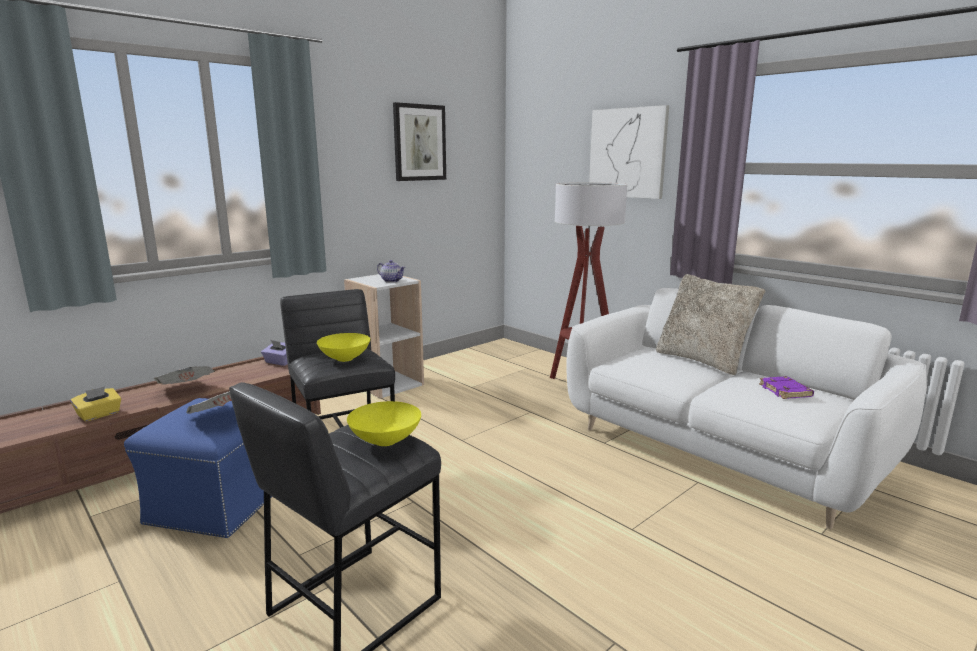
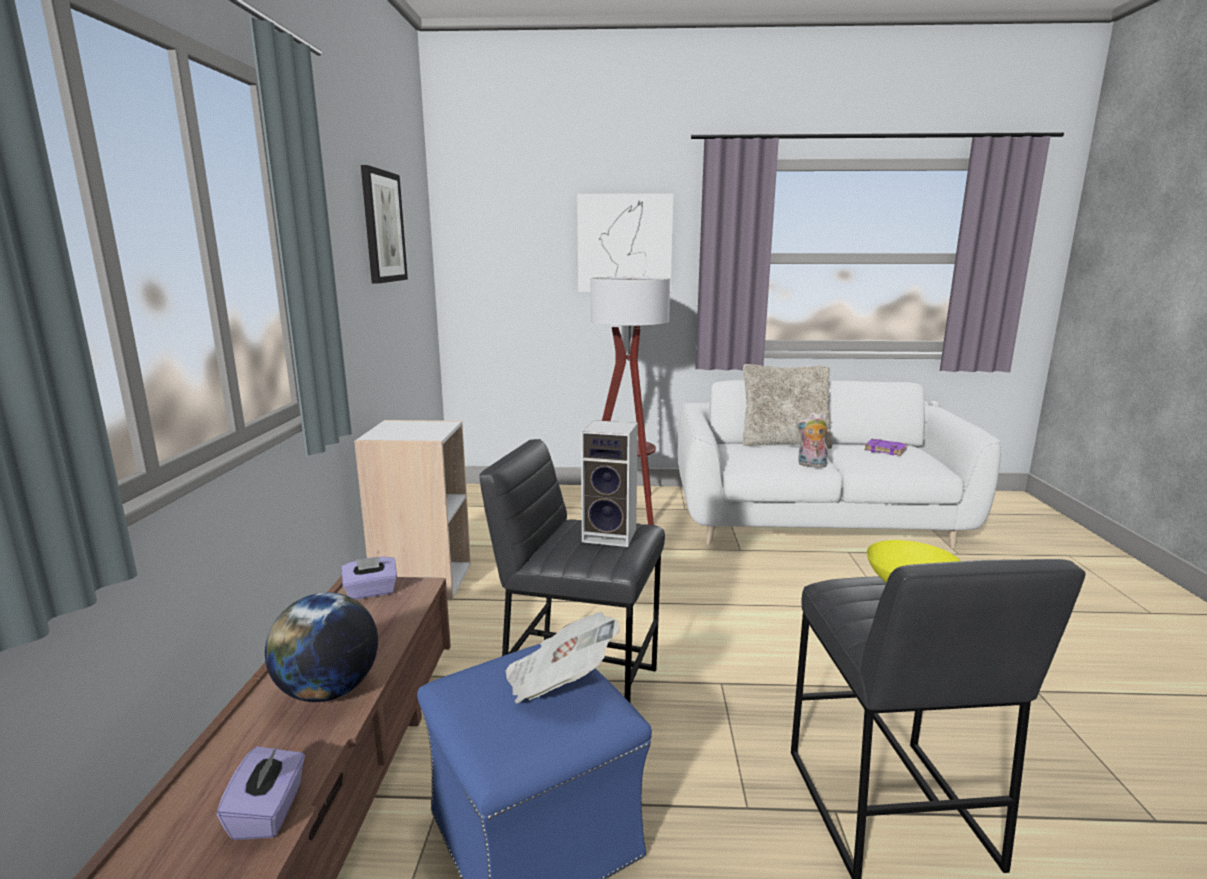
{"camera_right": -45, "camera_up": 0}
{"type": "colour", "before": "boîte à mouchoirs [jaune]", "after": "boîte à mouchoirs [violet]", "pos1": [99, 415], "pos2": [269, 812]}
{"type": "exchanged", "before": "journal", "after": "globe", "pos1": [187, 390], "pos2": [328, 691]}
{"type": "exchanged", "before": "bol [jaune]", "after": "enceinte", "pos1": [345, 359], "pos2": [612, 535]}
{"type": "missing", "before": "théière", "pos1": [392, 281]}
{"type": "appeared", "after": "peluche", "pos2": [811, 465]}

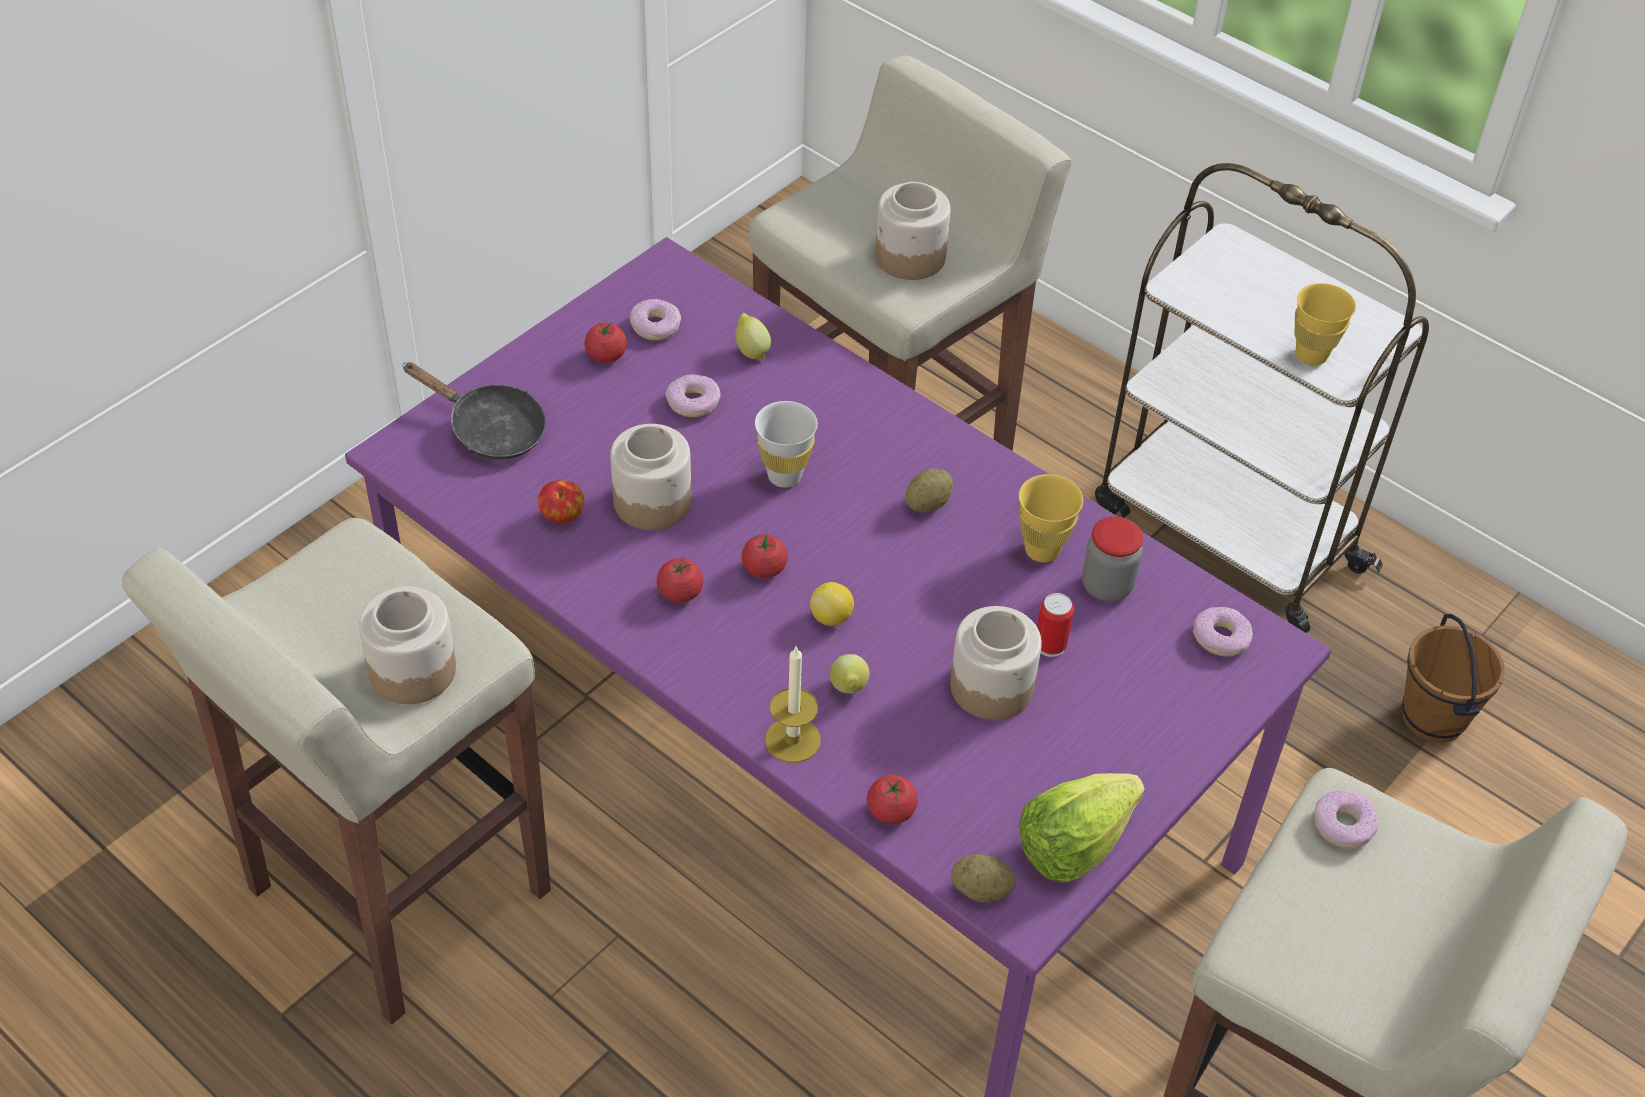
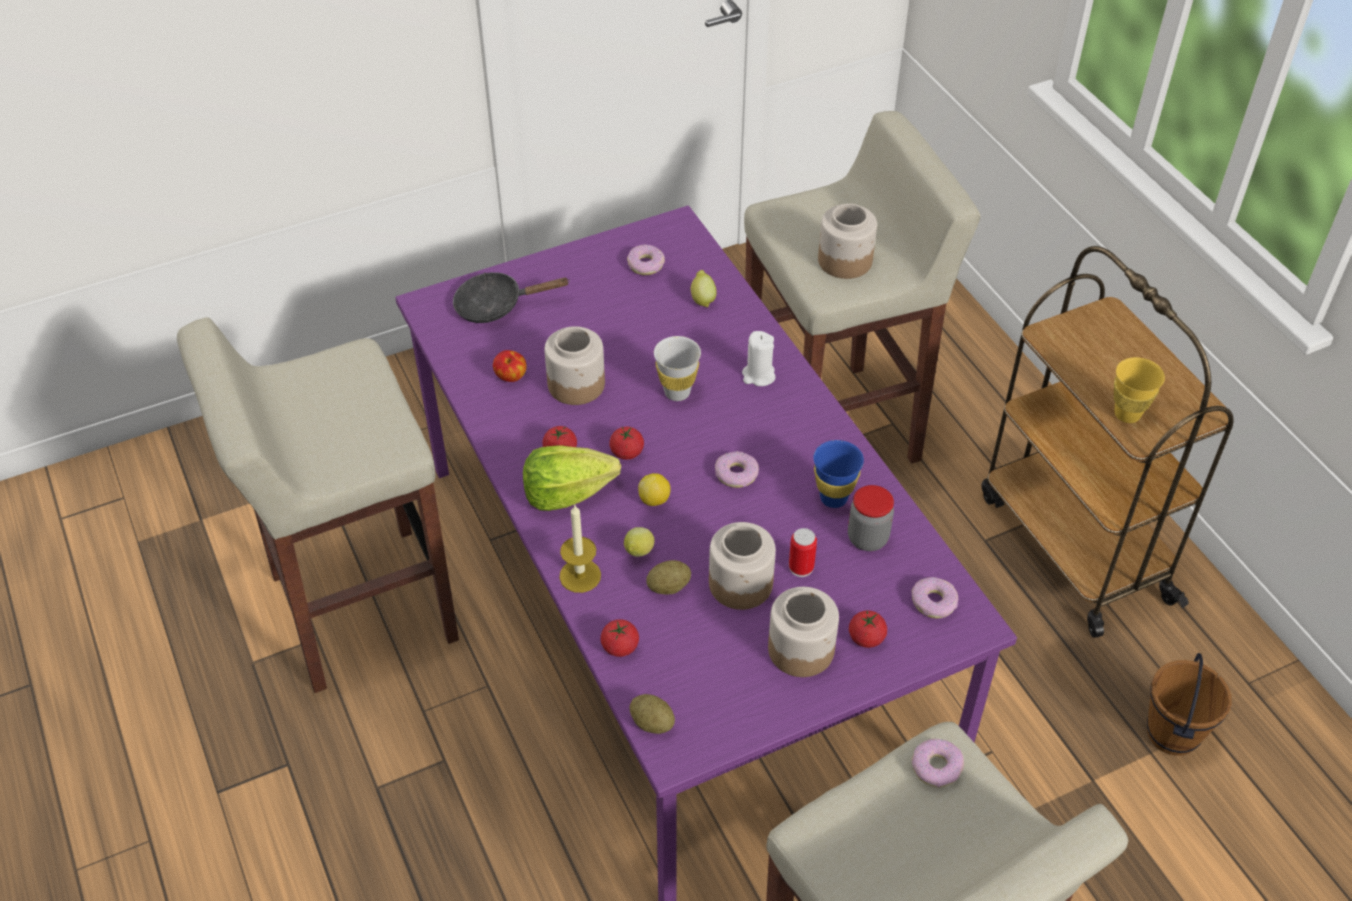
{"camera_right": 25, "camera_up": 0}
{"type": "relocated", "before": "bocal", "pos1": [413, 670], "pos2": [801, 649]}
{"type": "spun", "before": "poêle [noir]", "pos1": [489, 429], "pos2": [496, 305], "turn": 120}
{"type": "relocated", "before": "tomate", "pos1": [606, 355], "pos2": [866, 638]}
{"type": "relocated", "before": "beignet", "pos1": [693, 402], "pos2": [736, 474]}
{"type": "relocated", "before": "pomme de terre", "pos1": [928, 503], "pos2": [668, 587]}
{"type": "colour", "before": "tasse [jaune]", "after": "tasse [bleu]", "pos1": [1042, 550], "pos2": [833, 498]}
{"type": "relocated", "before": "laitue", "pos1": [1073, 844], "pos2": [567, 493]}
{"type": "colour", "before": "chariot [blanc]", "after": "chariot [marron]", "pos1": [1225, 536], "pos2": [1073, 545]}
{"type": "appeared", "after": "bougie [blanc]", "pos2": [758, 375]}

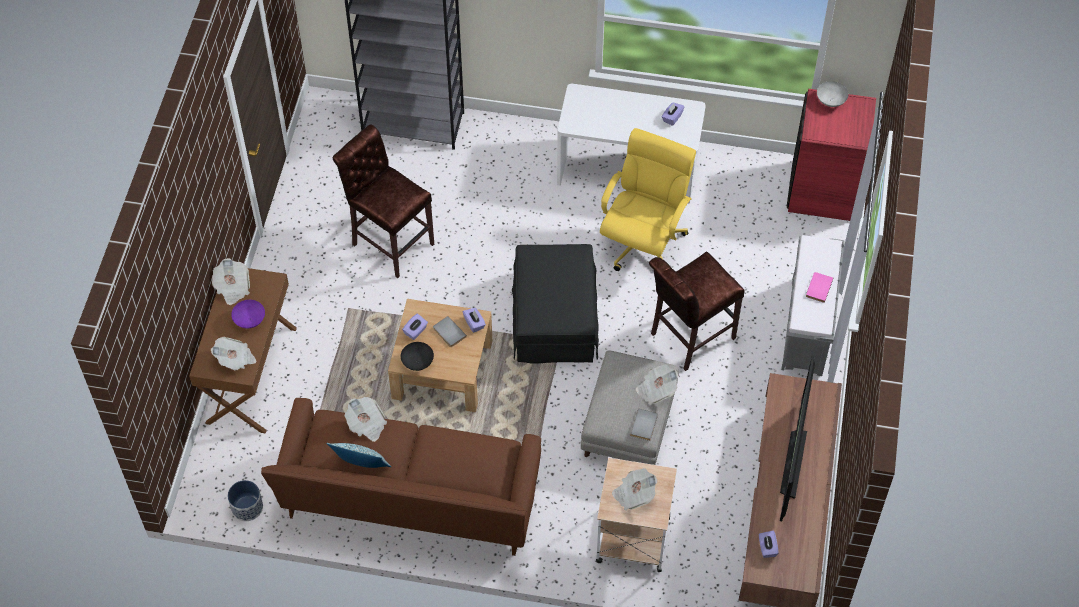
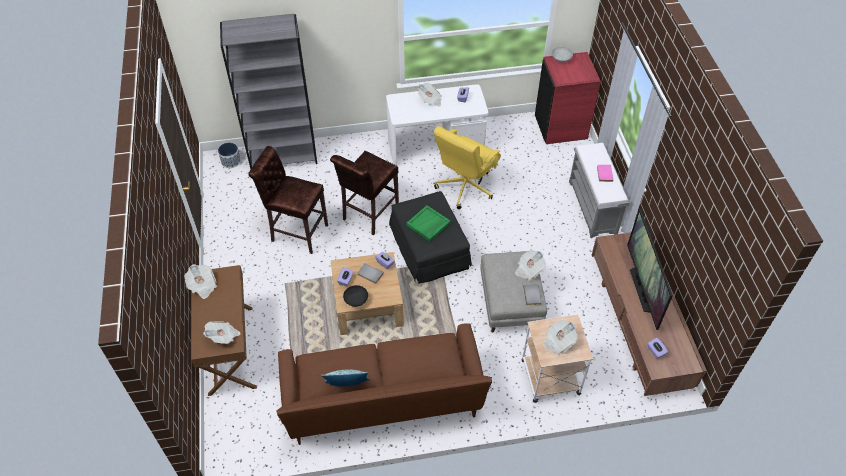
{"camera_right": -20, "camera_up": -5}
{"type": "relocated", "before": "cache-pot", "pos1": [247, 507], "pos2": [231, 161]}
{"type": "missing", "before": "bol [violet]", "pos1": [250, 320]}
{"type": "relocated", "before": "journal", "pos1": [366, 424], "pos2": [430, 100]}
{"type": "spun", "before": "chaise de bureau [jaune]", "pos1": [643, 242], "pos2": [465, 186], "turn": -150}
{"type": "relocated", "before": "tabouret [marron]", "pos1": [688, 338], "pos2": [368, 215]}
{"type": "appeared", "after": "plateau [vert]", "pos2": [428, 224]}

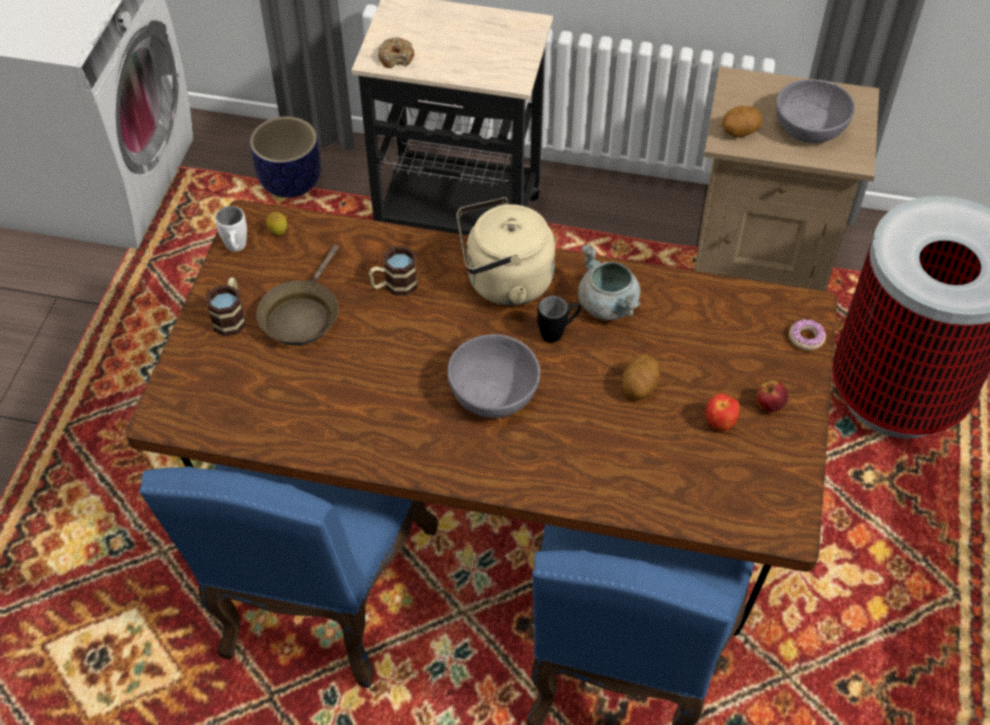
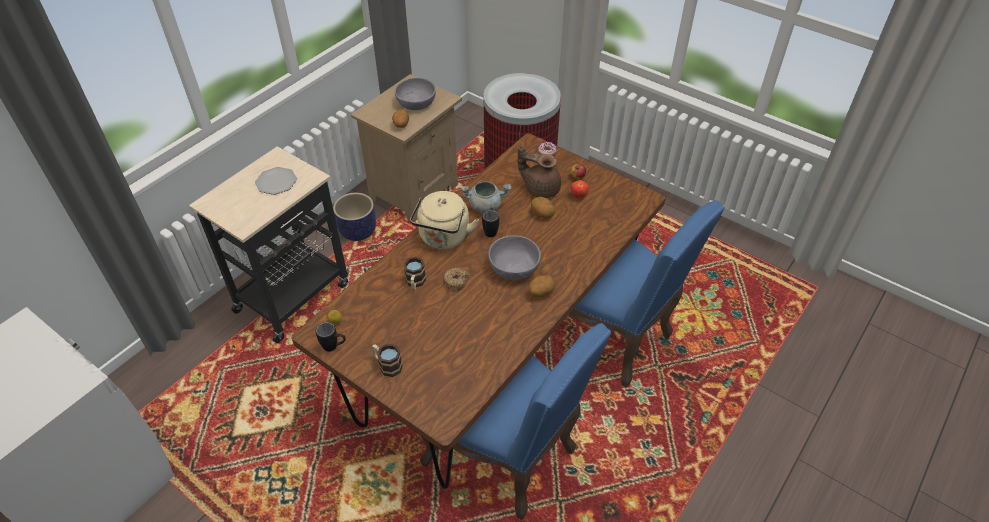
{"camera_right": -65, "camera_up": -5}
{"type": "colour", "before": "mug [blanc]", "after": "mug [noir]", "pos1": [236, 249], "pos2": [334, 347]}
{"type": "relocated", "before": "cache-pot", "pos1": [291, 182], "pos2": [358, 231]}
{"type": "missing", "before": "poêle [marron]", "pos1": [301, 315]}
{"type": "relocated", "before": "beignet", "pos1": [396, 58], "pos2": [455, 281]}
{"type": "appeared", "after": "assiette", "pos2": [276, 182]}
{"type": "appeared", "after": "théière [marron]", "pos2": [540, 188]}
{"type": "appeared", "after": "pomme de terre", "pos2": [541, 292]}

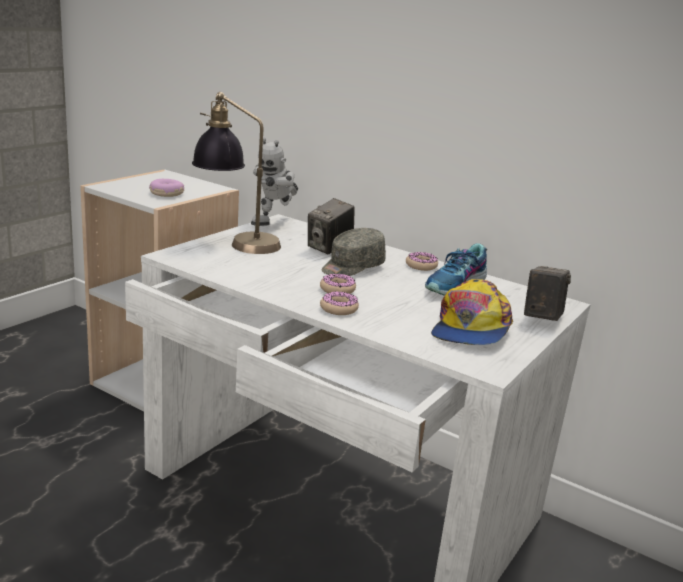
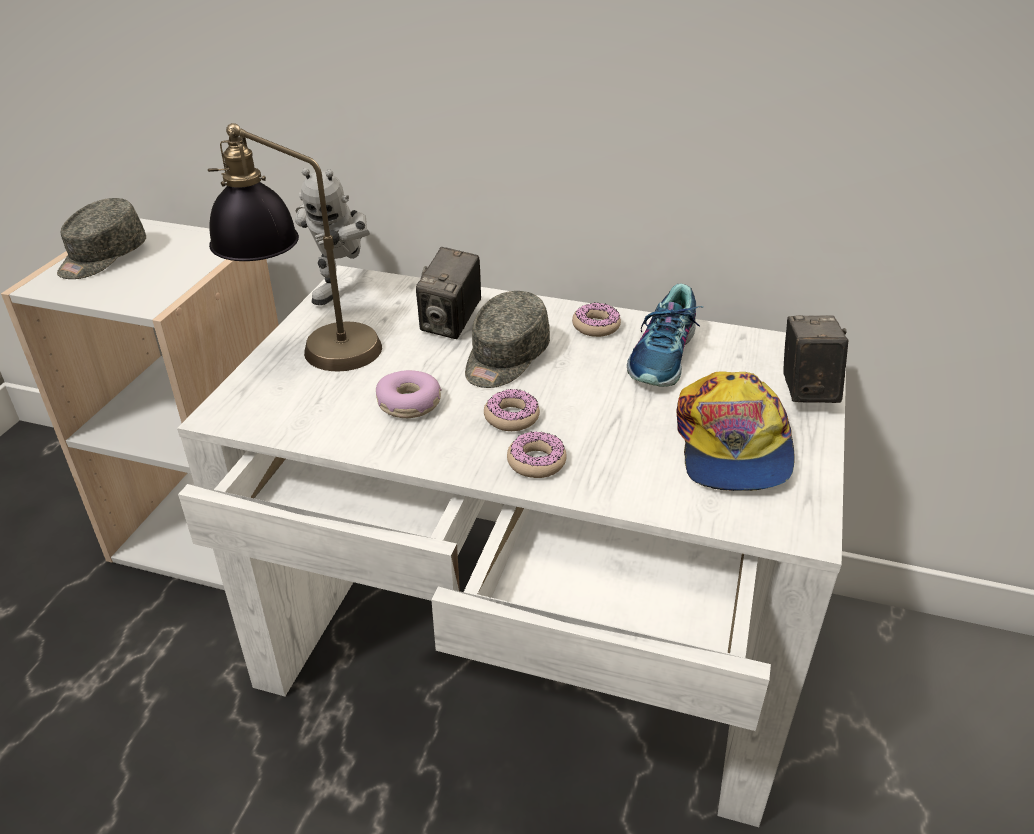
{"camera_right": -15, "camera_up": 15}
{"type": "relocated", "before": "beignet", "pos1": [167, 194], "pos2": [409, 404]}
{"type": "appeared", "after": "casquette [gris]", "pos2": [102, 258]}

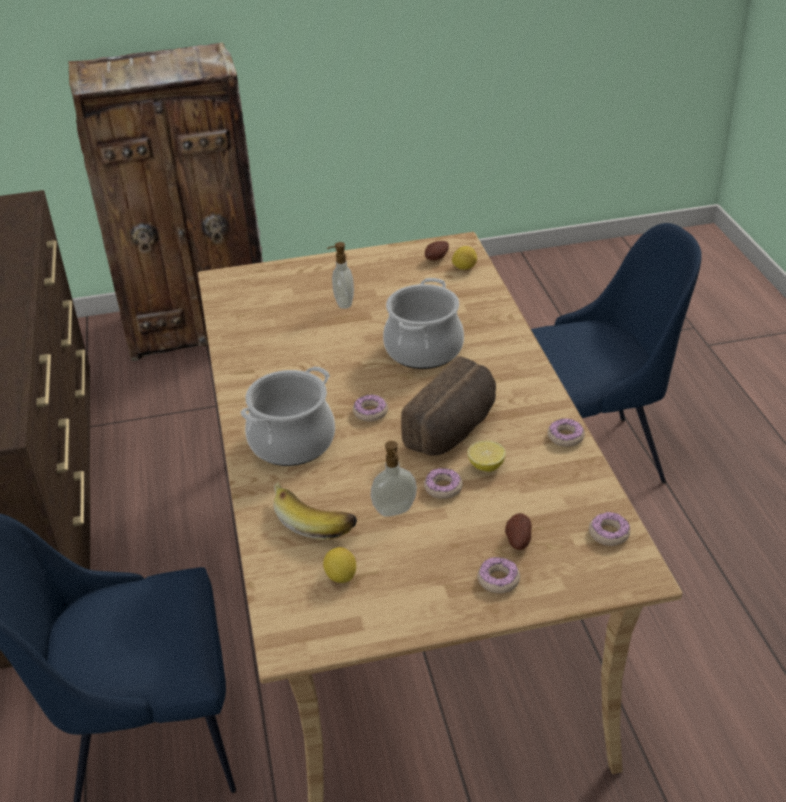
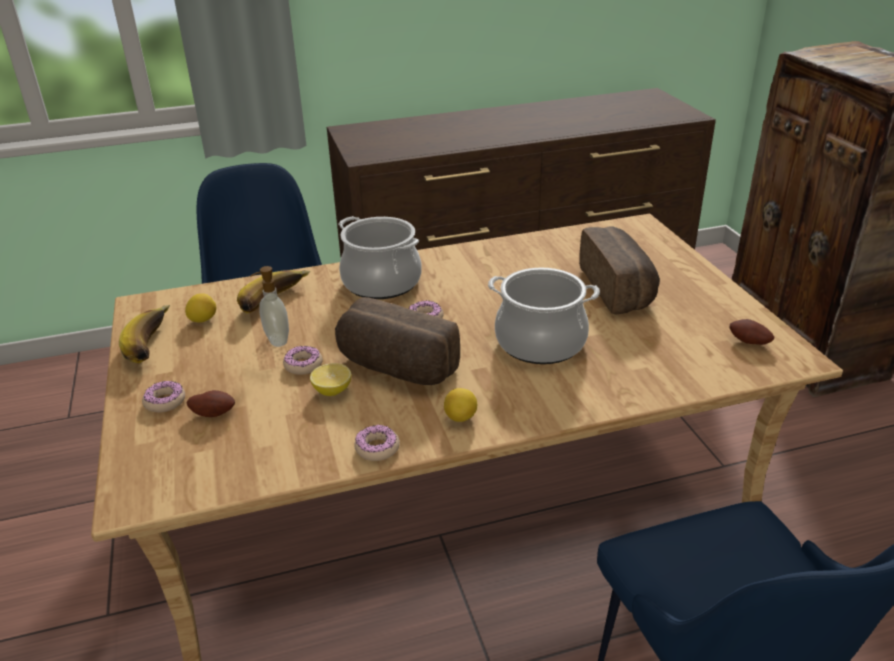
{"camera_right": 85, "camera_up": -5}
{"type": "exchanged", "before": "distributeur de savon", "after": "pain", "pos1": [343, 303], "pos2": [619, 289]}
{"type": "relocated", "before": "citron", "pos1": [464, 268], "pos2": [461, 417]}
{"type": "missing", "before": "beignet", "pos1": [609, 533]}
{"type": "appeared", "after": "banane", "pos2": [155, 345]}

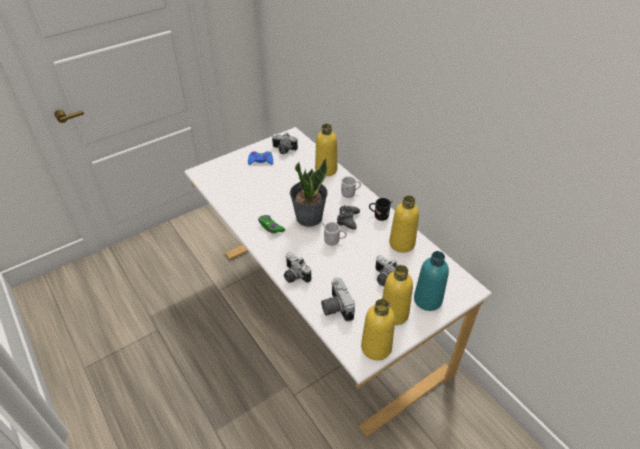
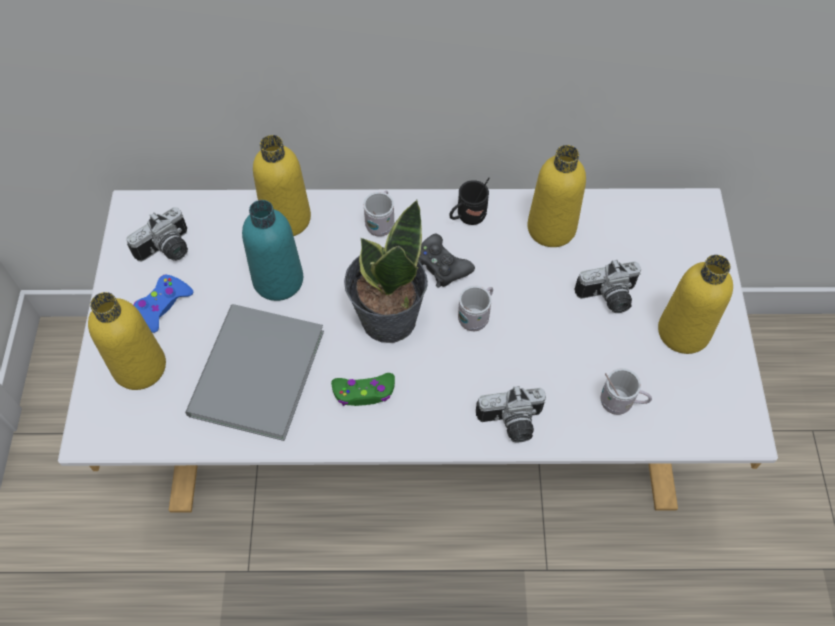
{"camera_right": -55, "camera_up": 15}
{"type": "exchanged", "before": "appareil photo", "after": "mug [blanc]", "pos1": [335, 307], "pos2": [620, 403]}
{"type": "relocated", "before": "bouteille [jaune]", "pos1": [376, 347], "pos2": [139, 367]}
{"type": "relocated", "before": "bouteille [turquoise]", "pos1": [427, 300], "pos2": [278, 280]}
{"type": "appeared", "after": "livre [gris]", "pos2": [252, 375]}

